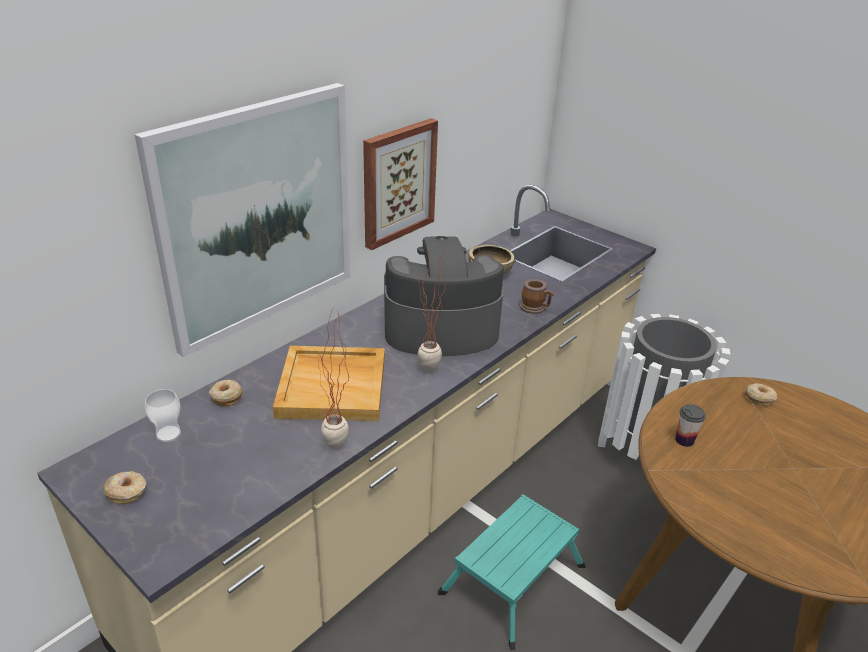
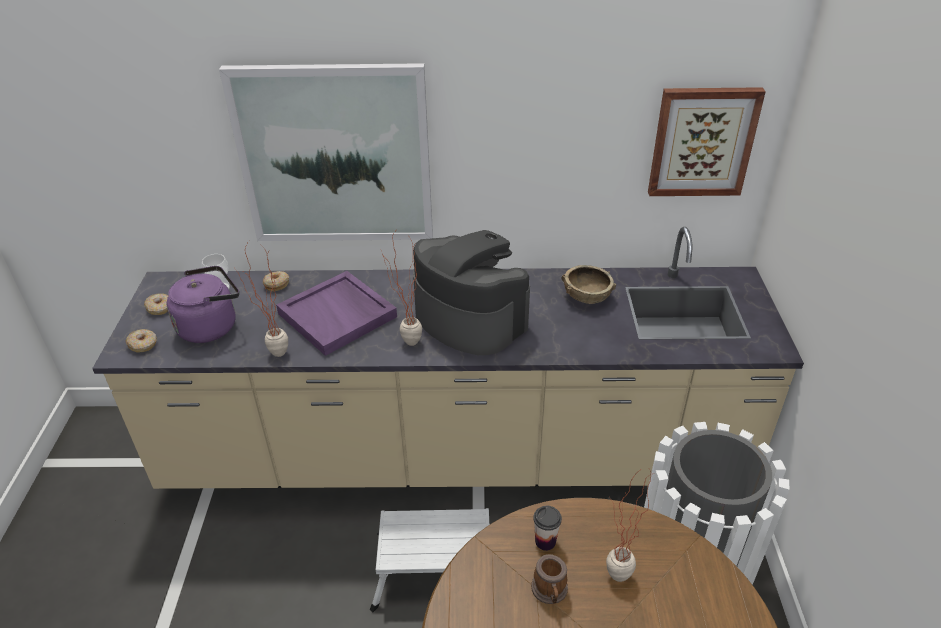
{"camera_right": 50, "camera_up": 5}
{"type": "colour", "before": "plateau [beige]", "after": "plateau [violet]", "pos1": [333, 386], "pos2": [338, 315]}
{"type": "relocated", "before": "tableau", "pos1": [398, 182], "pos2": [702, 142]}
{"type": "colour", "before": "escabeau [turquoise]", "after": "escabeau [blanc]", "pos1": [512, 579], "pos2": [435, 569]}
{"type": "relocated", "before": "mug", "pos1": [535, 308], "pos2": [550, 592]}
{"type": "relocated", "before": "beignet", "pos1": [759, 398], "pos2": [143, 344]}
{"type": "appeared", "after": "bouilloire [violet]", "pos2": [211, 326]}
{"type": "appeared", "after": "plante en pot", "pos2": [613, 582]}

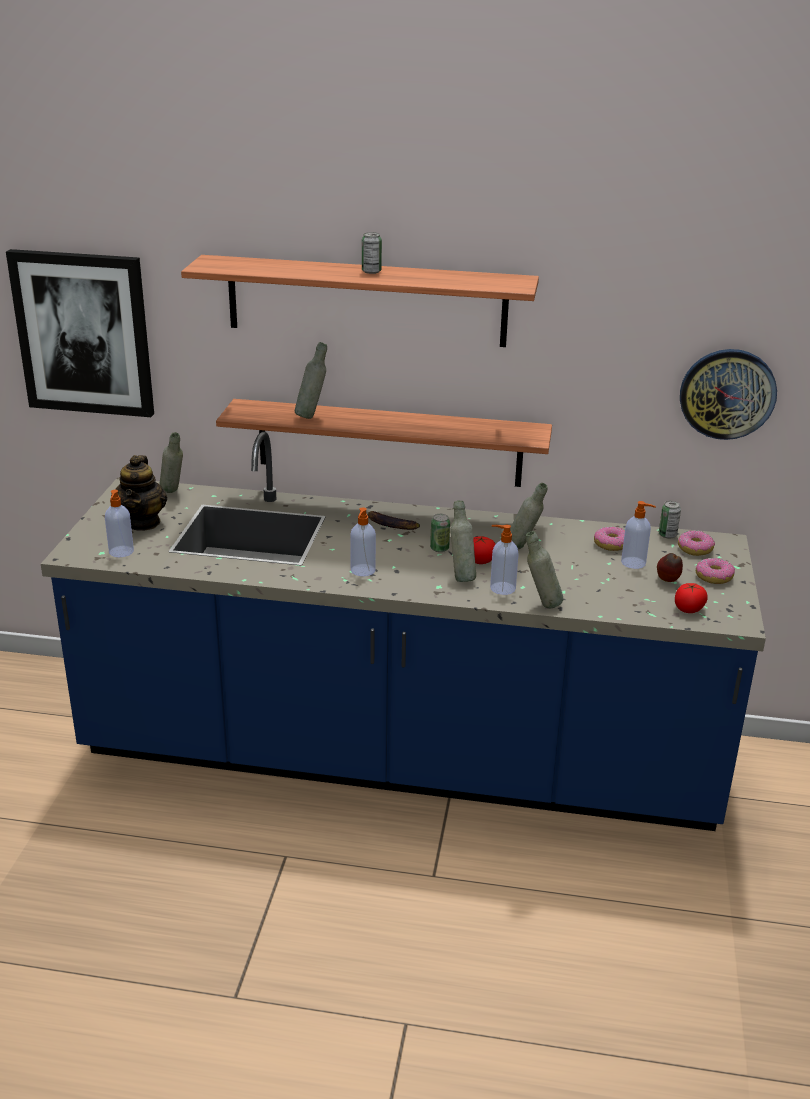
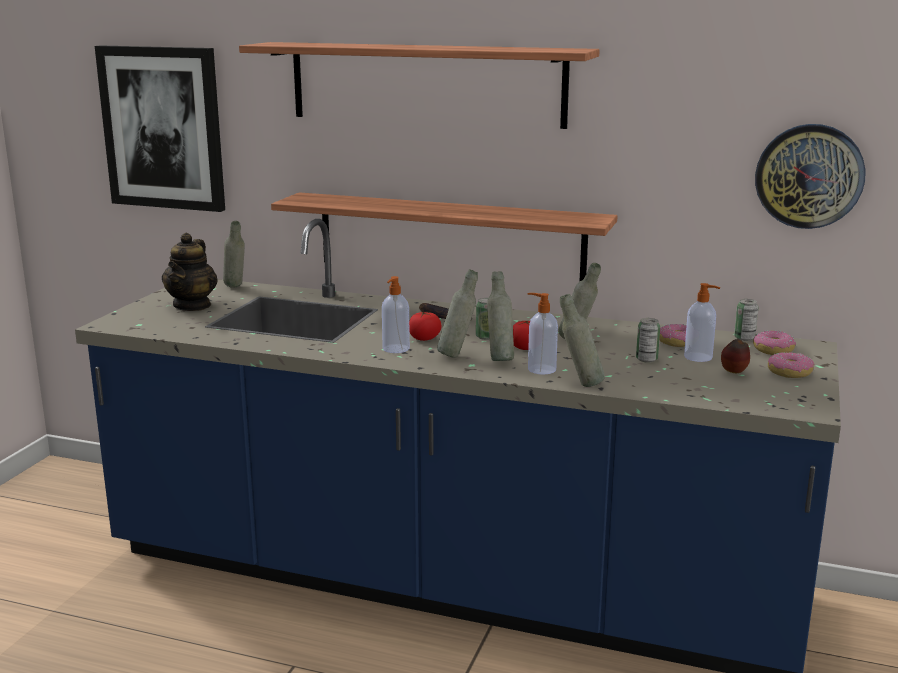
{"camera_right": 10, "camera_up": -10}
{"type": "missing", "before": "distributeur de savon", "pos1": [121, 552]}
{"type": "relocated", "before": "bouteille [gris]", "pos1": [312, 416], "pos2": [457, 355]}
{"type": "relocated", "before": "boîte métallique", "pos1": [371, 271], "pos2": [646, 359]}
{"type": "relocated", "before": "tomate", "pos1": [688, 609], "pos2": [424, 338]}

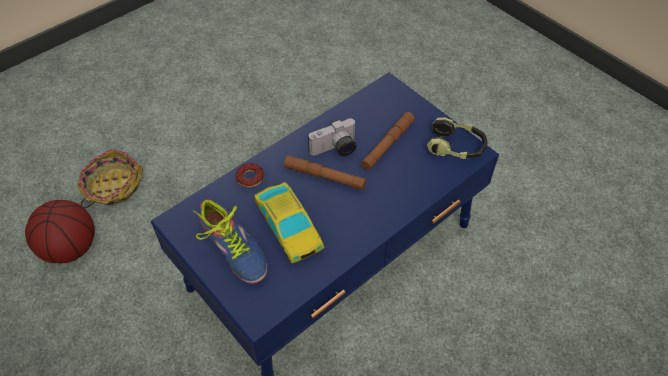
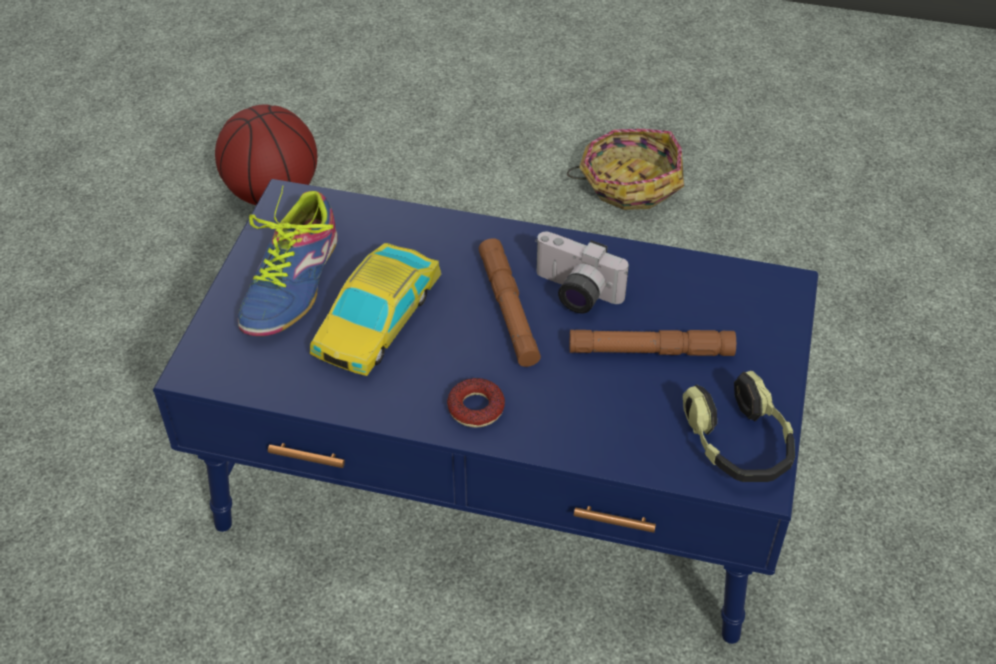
{"camera_right": 55, "camera_up": -5}
{"type": "relocated", "before": "panier", "pos1": [112, 186], "pos2": [629, 182]}
{"type": "relocated", "before": "beignet", "pos1": [250, 177], "pos2": [476, 408]}

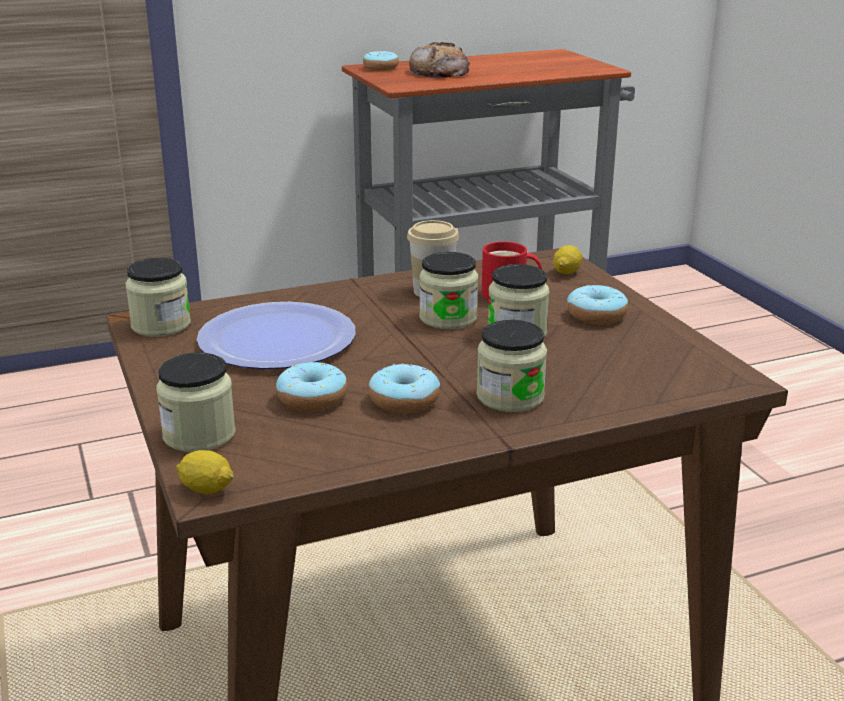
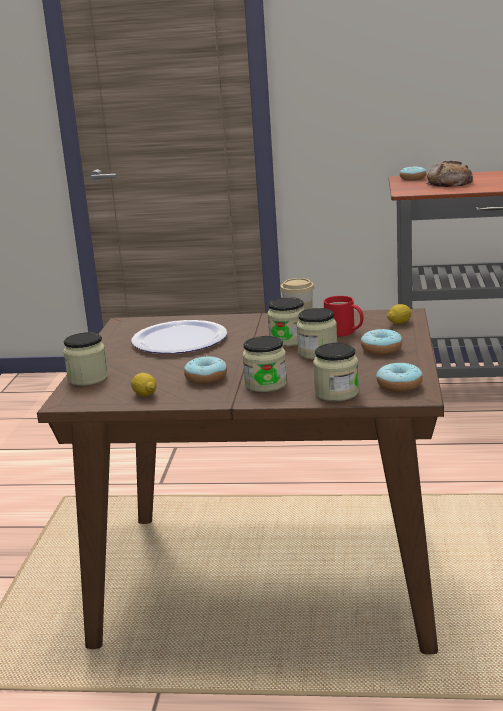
{"camera_right": 30, "camera_up": -5}
{"type": "relocated", "before": "bocal", "pos1": [161, 325], "pos2": [336, 393]}
{"type": "relocated", "before": "citron", "pos1": [206, 489], "pos2": [144, 394]}
{"type": "relocated", "before": "beignet", "pos1": [312, 399], "pos2": [399, 385]}

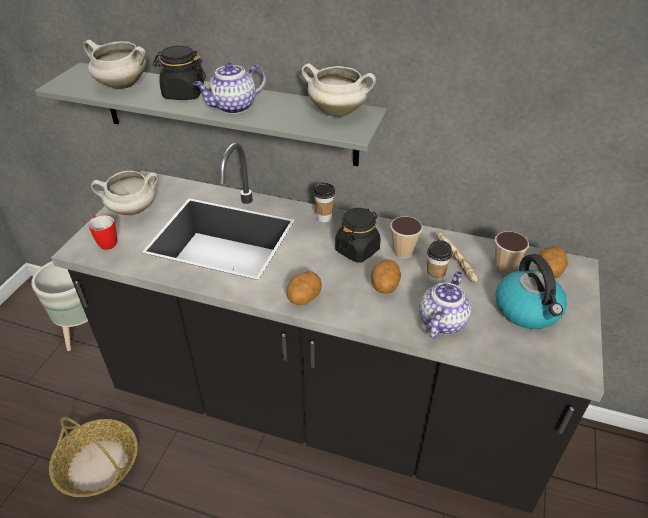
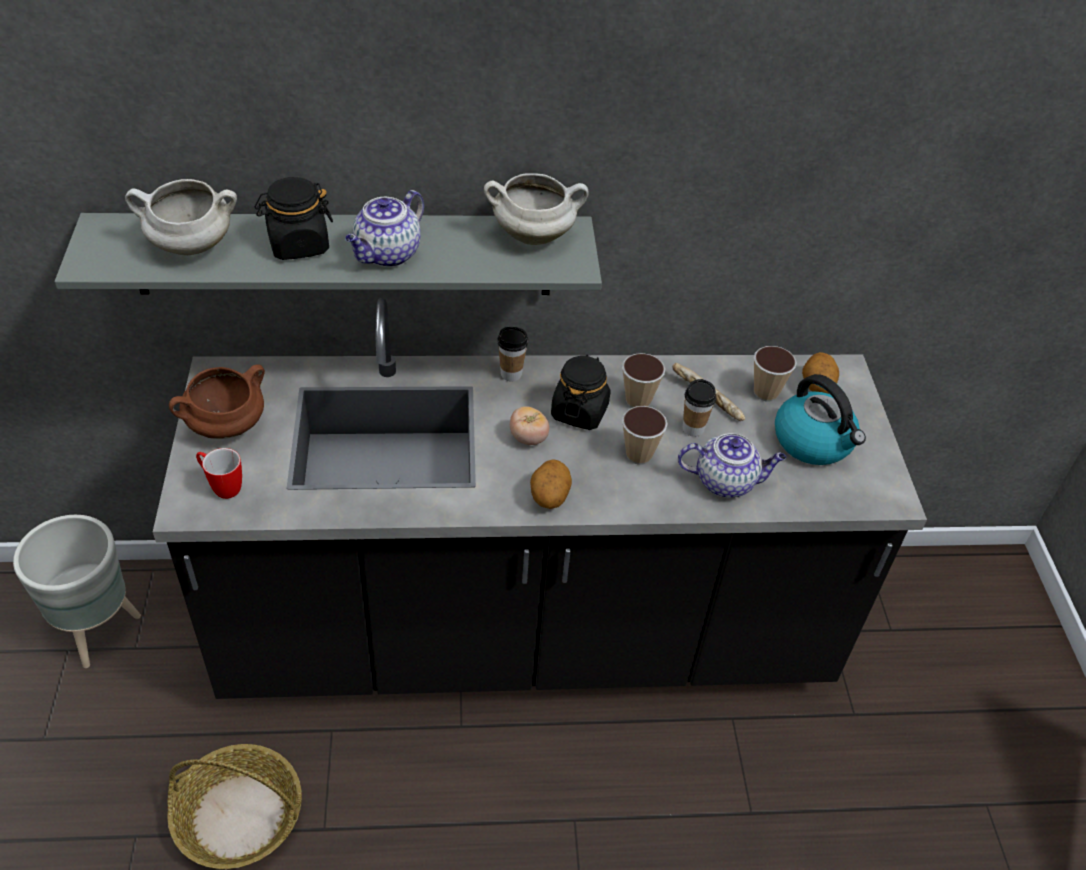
{"camera_right": -25, "camera_up": 5}
{"type": "colour", "before": "marmite [blanc]", "after": "marmite [marron]", "pos1": [132, 210], "pos2": [226, 427]}
{"type": "exchanged", "before": "pomme de terre", "after": "tasse", "pos1": [384, 287], "pos2": [639, 455]}
{"type": "spun", "before": "théière", "pos1": [442, 321], "pos2": [726, 481], "turn": 90}
{"type": "appeared", "after": "tomate", "pos2": [528, 438]}

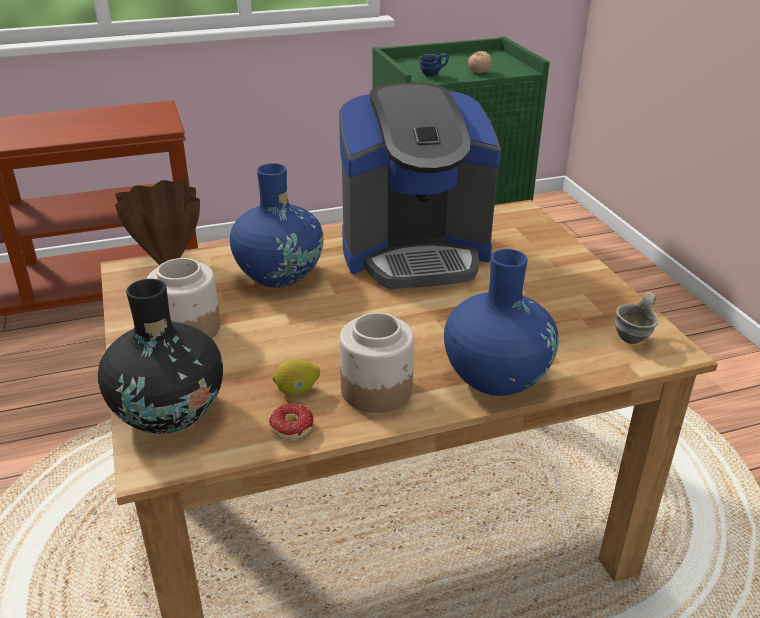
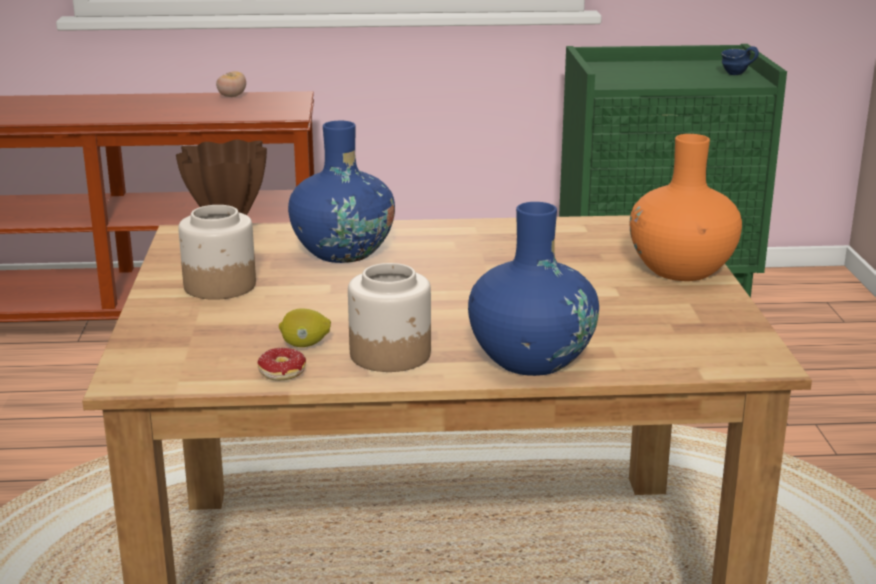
{"camera_right": 15, "camera_up": -10}
{"type": "missing", "before": "vase [noir]", "pos1": [169, 412]}
{"type": "missing", "before": "machine à café", "pos1": [415, 253]}
{"type": "relocated", "before": "mug [bleu]", "pos1": [431, 76], "pos2": [736, 75]}
{"type": "relocated", "before": "tomate", "pos1": [479, 72], "pos2": [232, 96]}
{"type": "missing", "before": "mug [gris]", "pos1": [635, 338]}
{"type": "appeared", "after": "vase [orange]", "pos2": [681, 270]}

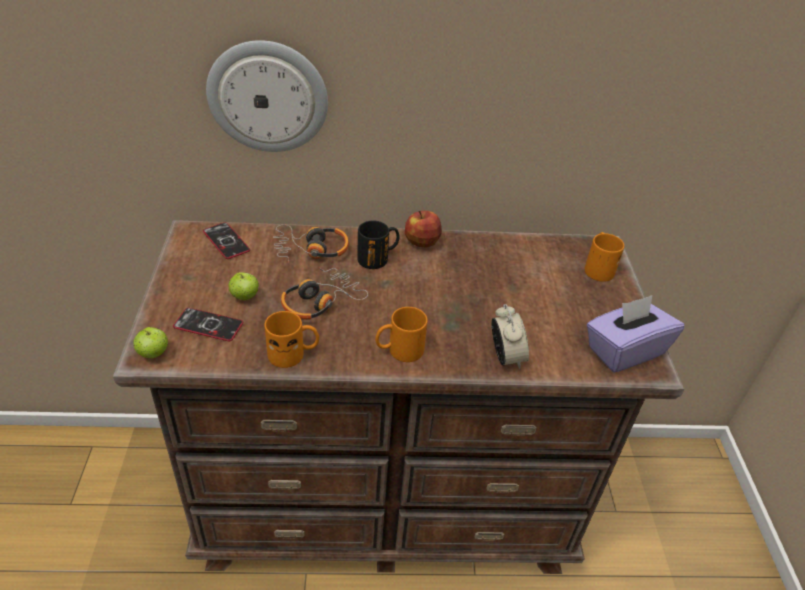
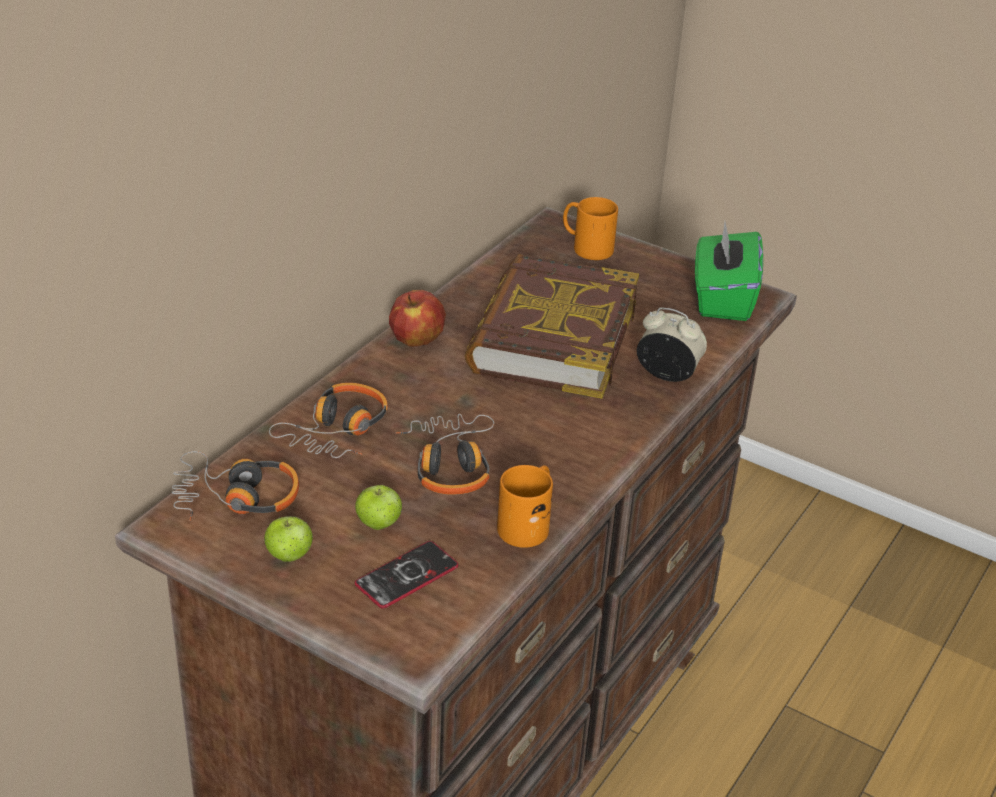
{"camera_right": -55, "camera_up": -5}
{"type": "relocated", "before": "pomme", "pos1": [153, 354], "pos2": [289, 556]}
{"type": "exchanged", "before": "téléphone", "after": "casque audio", "pos1": [226, 241], "pos2": [235, 498]}
{"type": "missing", "before": "horloge murale", "pos1": [268, 97]}
{"type": "missing", "before": "mug [noir]", "pos1": [378, 257]}
{"type": "missing", "before": "mug [orange]", "pos1": [399, 351]}
{"type": "colour", "before": "boîte à mouchoirs [violet]", "after": "boîte à mouchoirs [vert]", "pos1": [624, 350], "pos2": [722, 298]}
{"type": "appeared", "after": "livre", "pos2": [552, 337]}

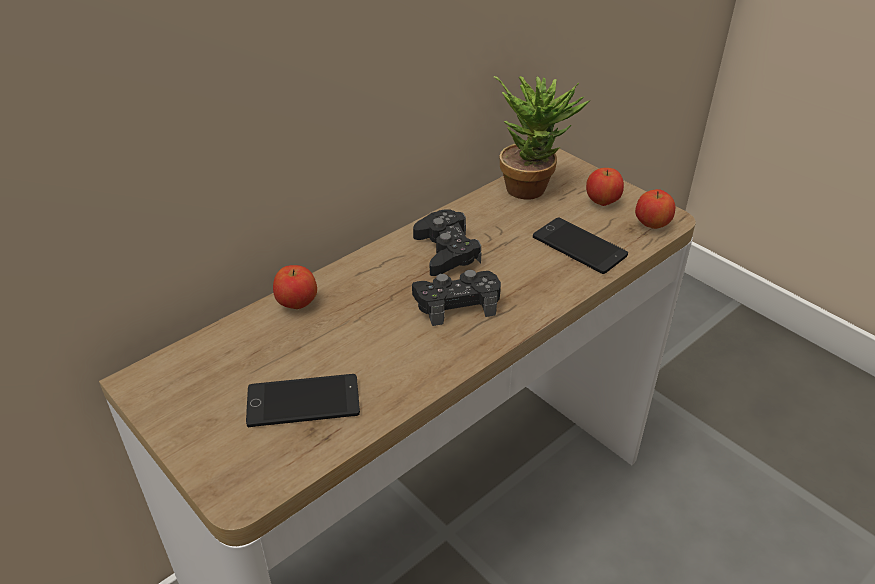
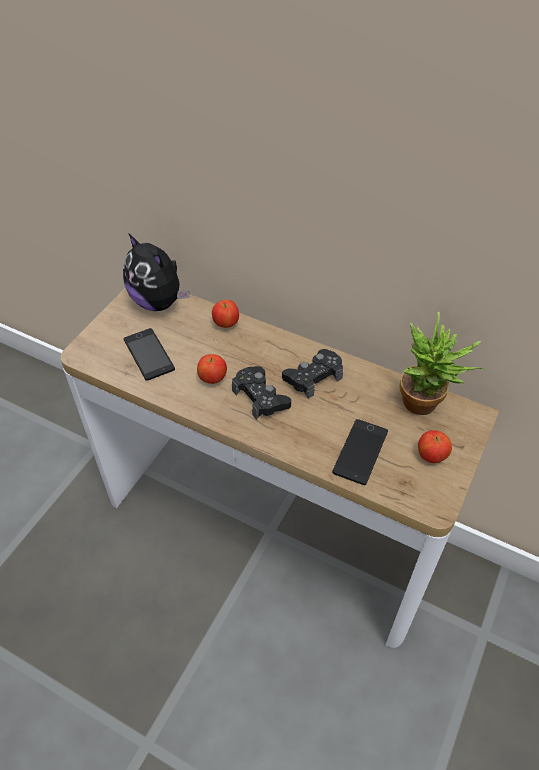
{"camera_right": 70, "camera_up": 10}
{"type": "relocated", "before": "pomme", "pos1": [651, 225], "pos2": [212, 378]}
{"type": "appeared", "after": "peluche", "pos2": [158, 302]}

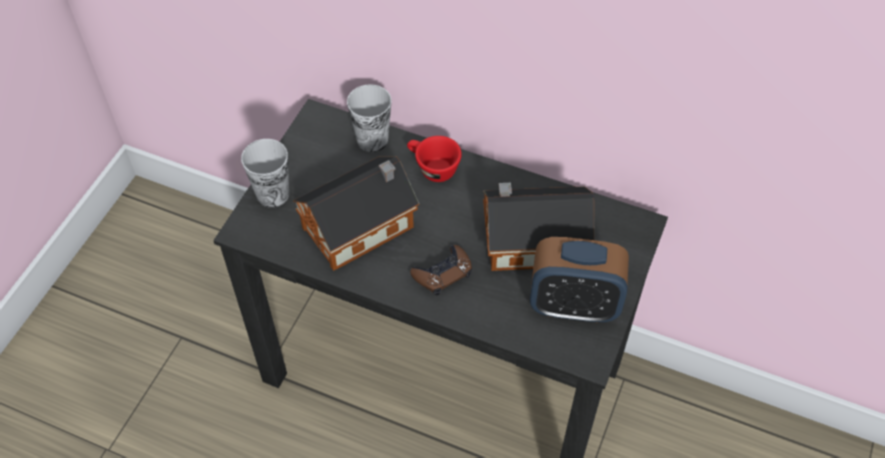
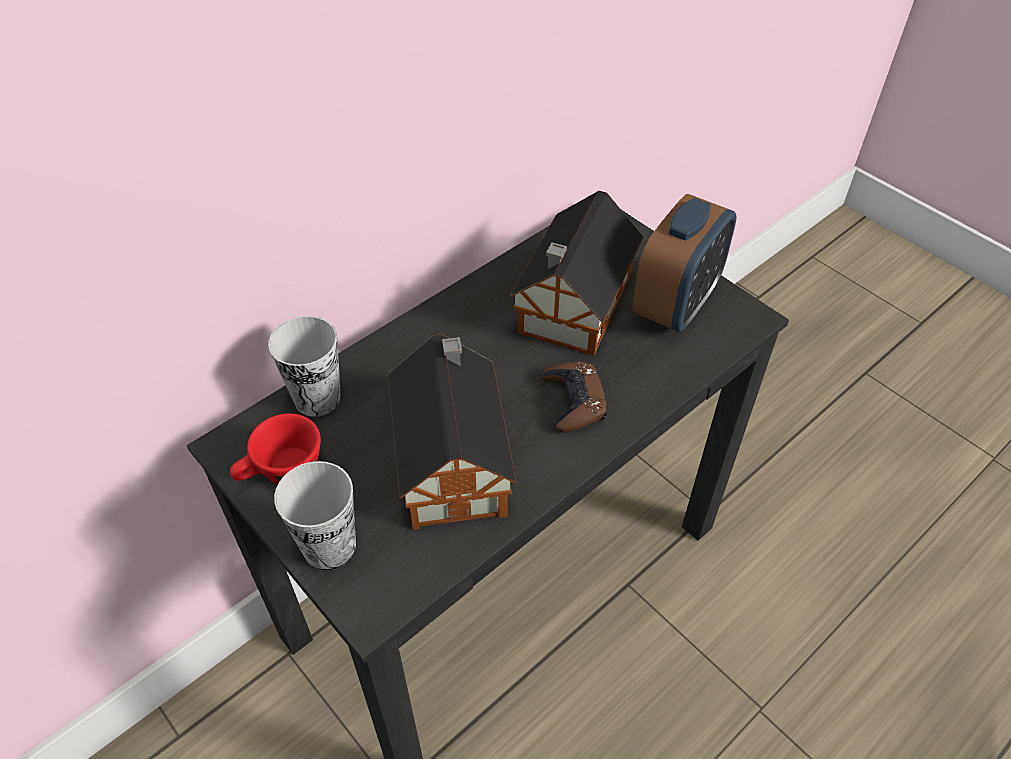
{"camera_right": -65, "camera_up": -5}
{"type": "relocated", "before": "tasse [rouge]", "pos1": [432, 168], "pos2": [282, 473]}

